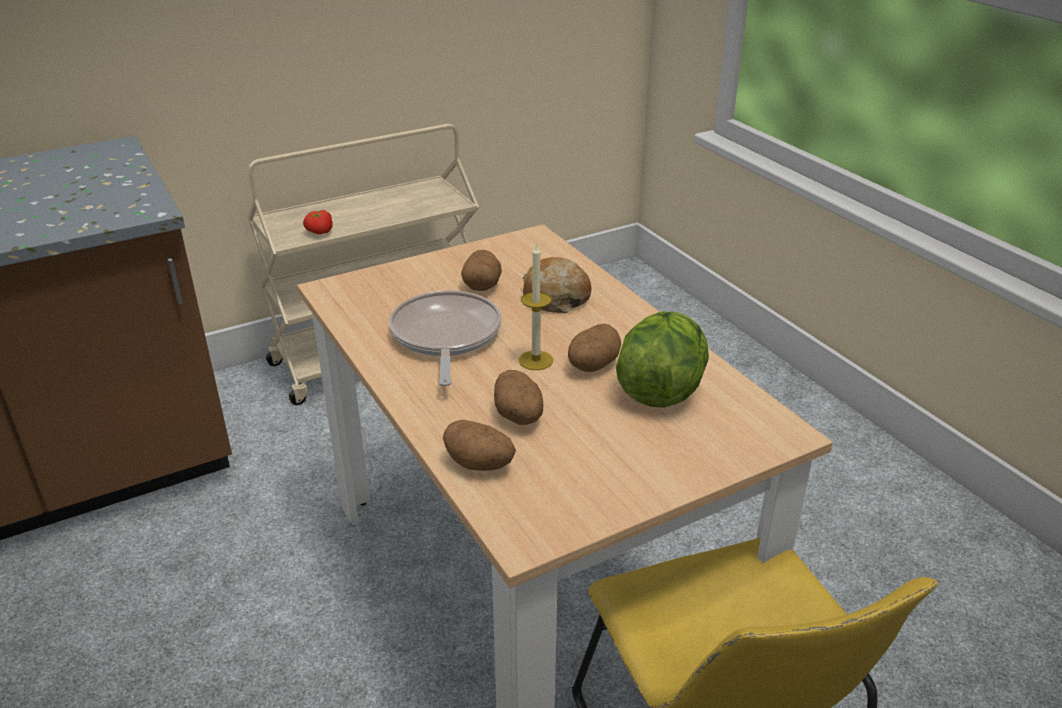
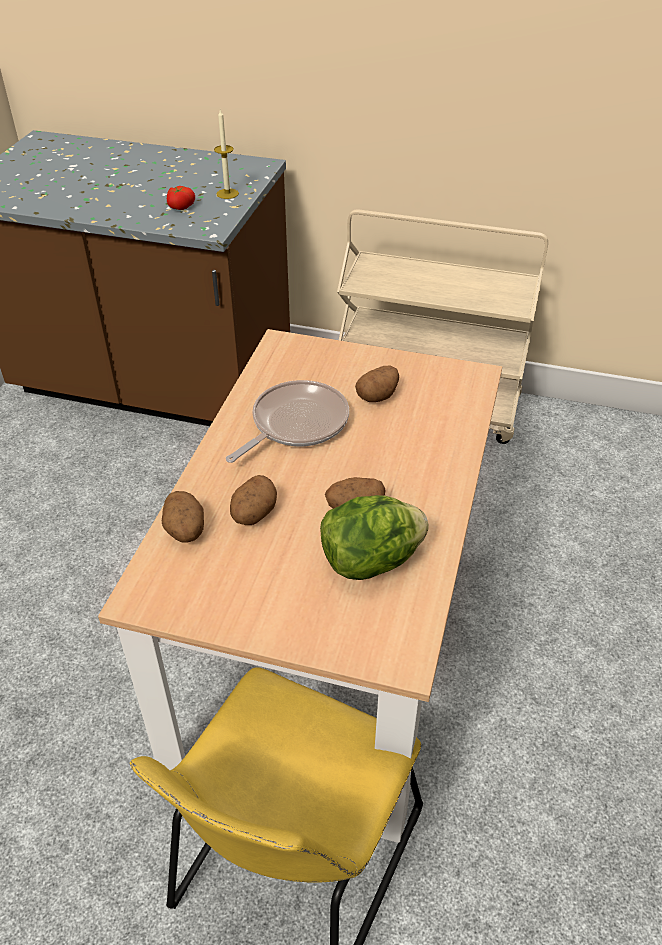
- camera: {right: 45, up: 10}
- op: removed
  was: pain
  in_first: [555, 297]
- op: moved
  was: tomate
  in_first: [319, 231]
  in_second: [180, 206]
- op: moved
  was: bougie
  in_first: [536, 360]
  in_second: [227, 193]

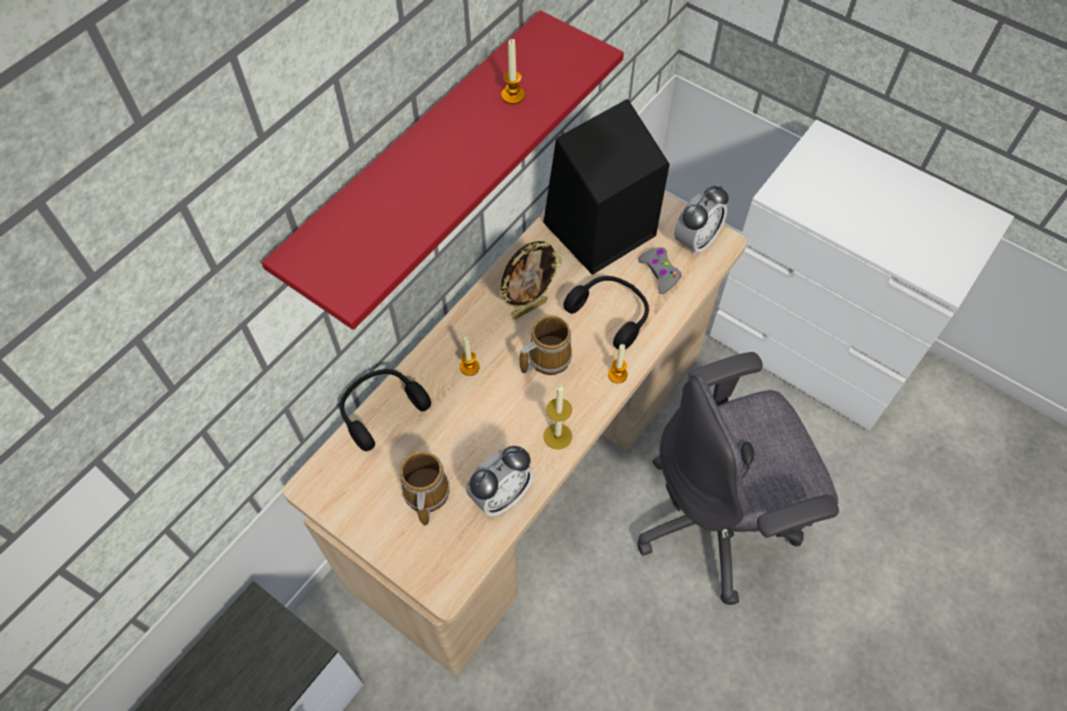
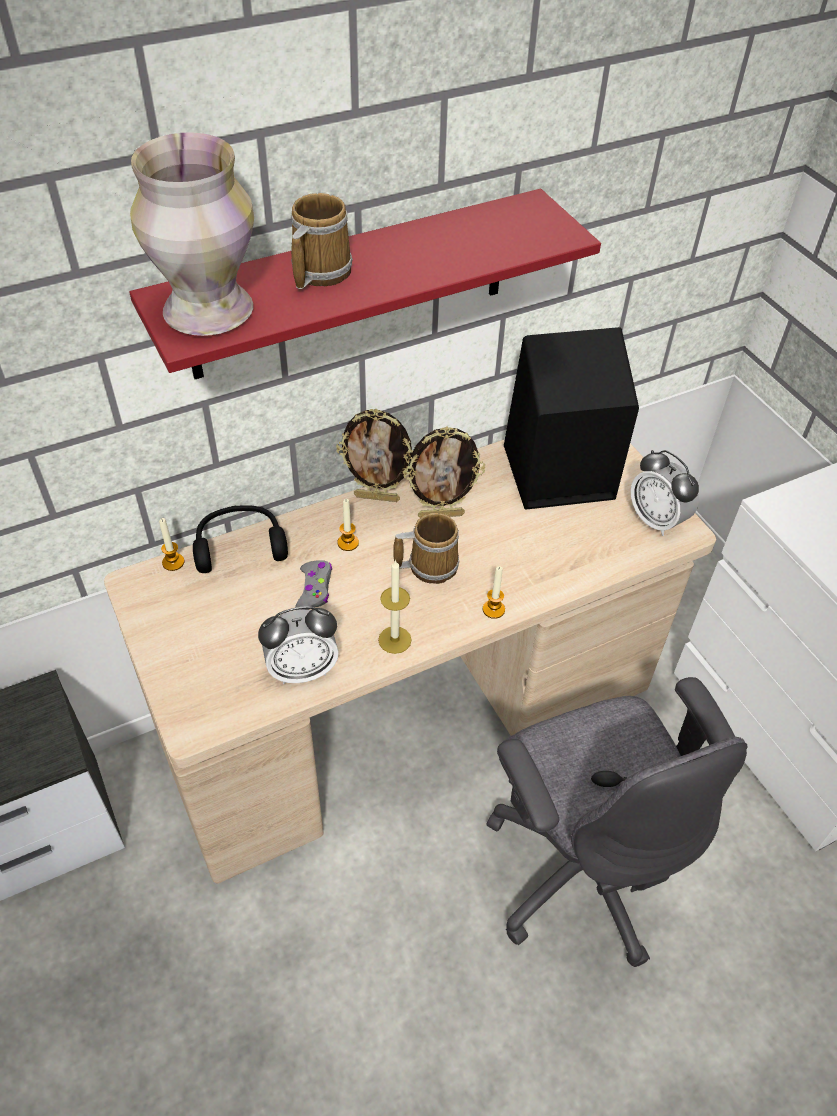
- camera: {right: 25, up: -10}
- op: removed
  was: casque audio/noir
  in_first: [611, 314]
- op: added
  now: vase
  in_second: [206, 312]
- op: added
  now: cadre photo
  in_second: [377, 497]
- op: moved
  was: mug
  in_first: [424, 495]
  in_second: [318, 272]
- op: moved
  was: bougie
  in_first: [513, 95]
  in_second: [173, 562]
- op: moved
  was: manette/gris
  in_first: [659, 273]
  in_second: [314, 590]
- op: turned
  was: chaise de bureau/gris
  in_first: [717, 521]
  in_second: [582, 866]
  clockwise: -120
- op: turned
  was: réveil
  in_first: [696, 241]
  in_second: [656, 520]
  clockwise: 75

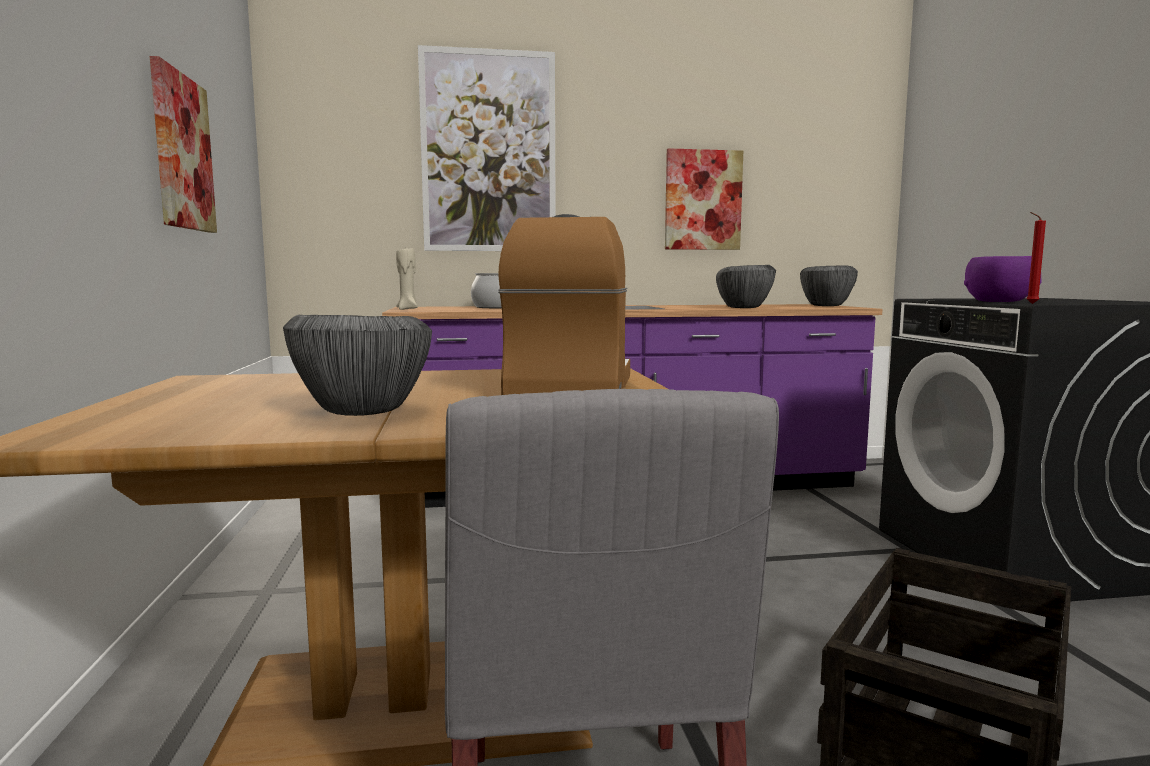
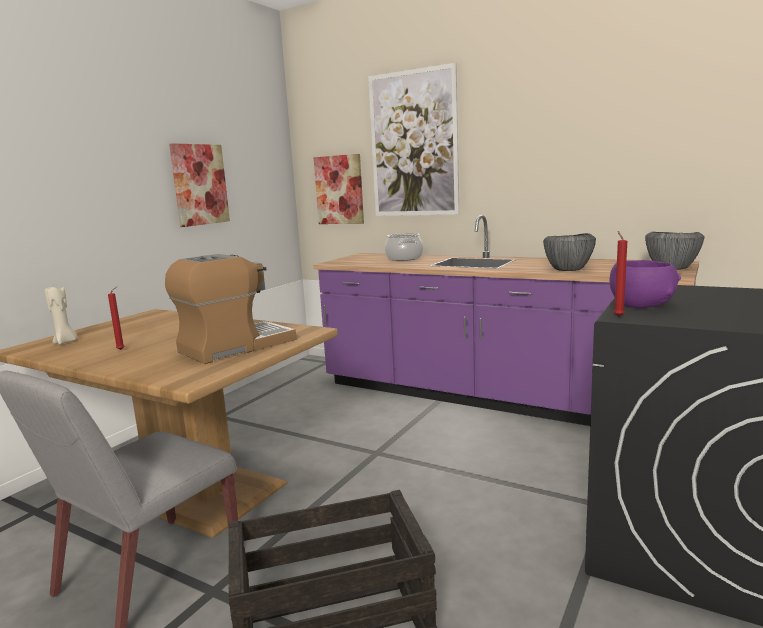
- camera: {right: 40, up: 5}
- op: moved
  was: bougie/beige
  in_first: [408, 309]
  in_second: [65, 342]
- op: moved
  was: tableau
  in_first: [703, 200]
  in_second: [339, 190]
- op: replaced
  was: bol
  now: bougie/rouge
  in_first: [362, 411]
  in_second: [122, 349]

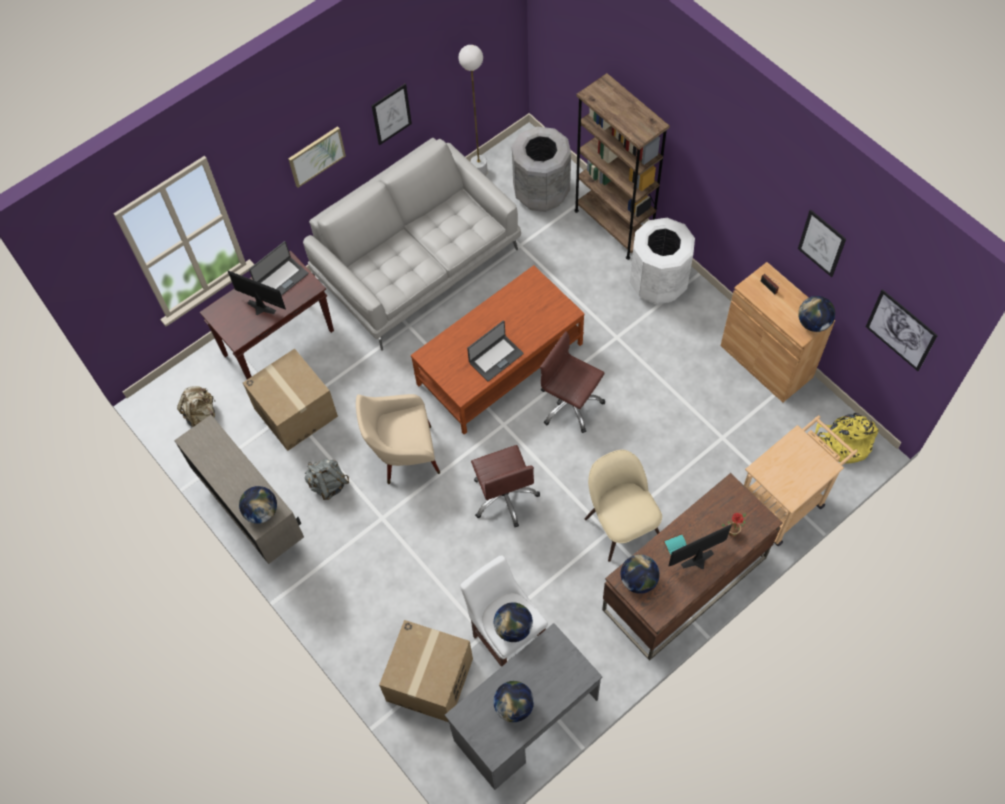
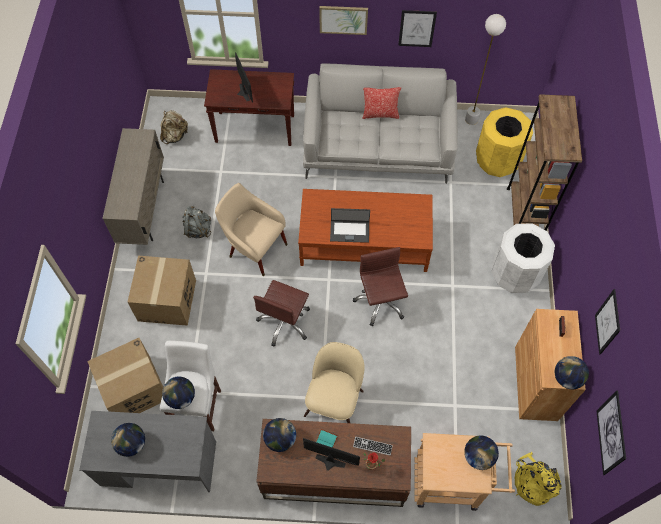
- camera: {right: 40, up: 0}
- op: removed
  was: ordinateur portable
  in_first: [281, 279]
- op: added
  now: clavier
  in_second: [372, 446]
- op: added
  now: coussin
  in_second: [380, 114]
- op: moved
  was: globe
  in_first: [261, 512]
  in_second: [478, 456]
- op: moved
  was: carton
  in_first: [296, 412]
  in_second: [167, 300]
- op: recoloured
  was: poubelle/gris
  now: poubelle/jaune
  in_first: [541, 192]
  in_second: [497, 160]

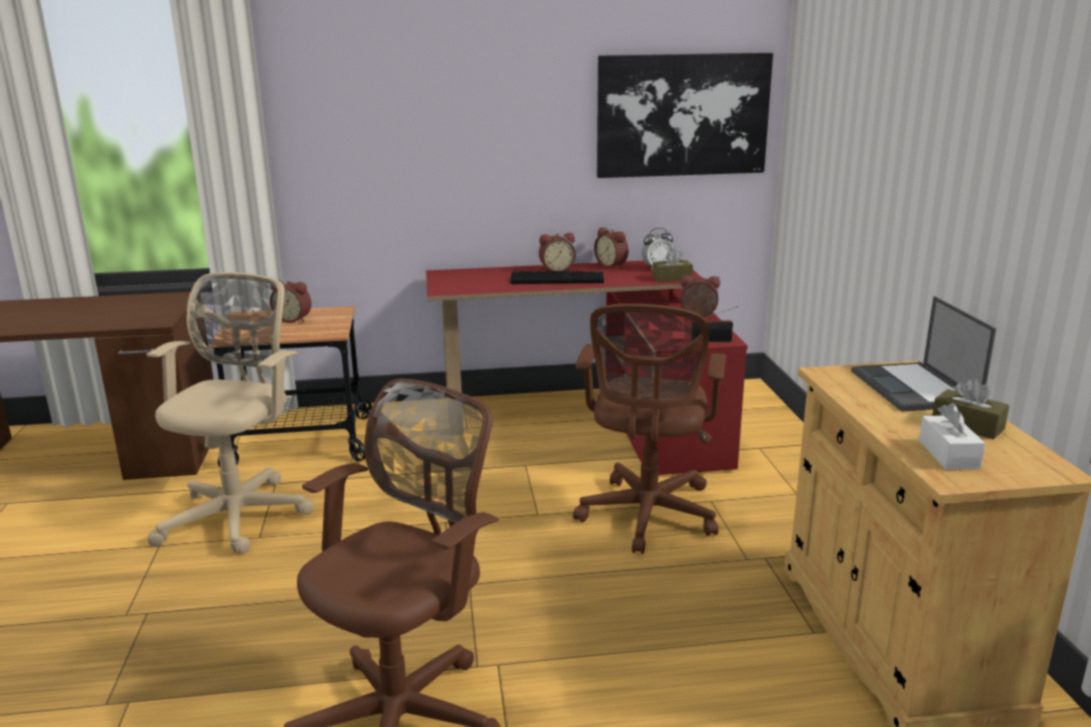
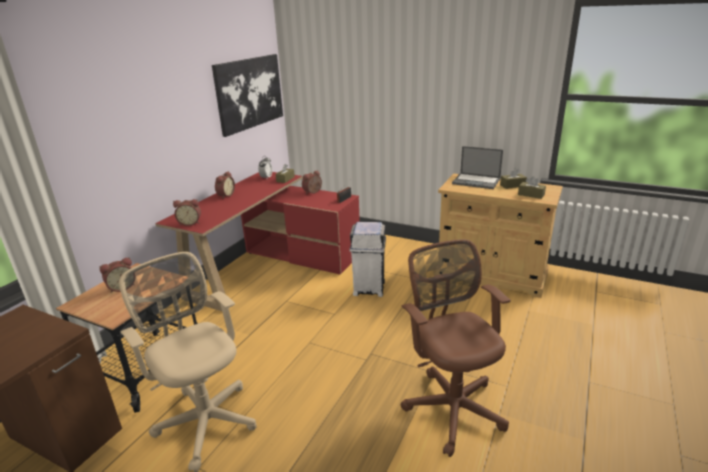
- camera: {right: -55, up: 5}
- op: removed
  was: clavier
  in_first: [558, 279]
- op: moved
  was: réveil
  in_first: [612, 265]
  in_second: [190, 223]
- op: replaced
  was: chaise de bureau/marron
  now: poubelle/blanc
  in_first: [647, 517]
  in_second: [369, 288]
- op: recoloured
  was: boîte à mouchoirs/blanc
  now: boîte à mouchoirs/marron
  in_first: [948, 454]
  in_second: [531, 194]

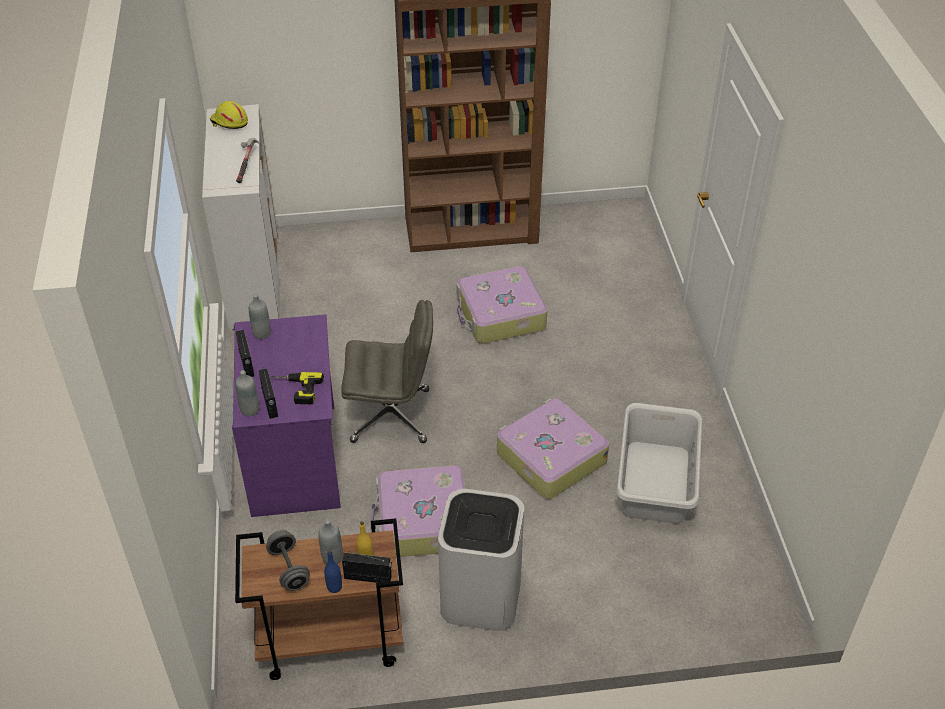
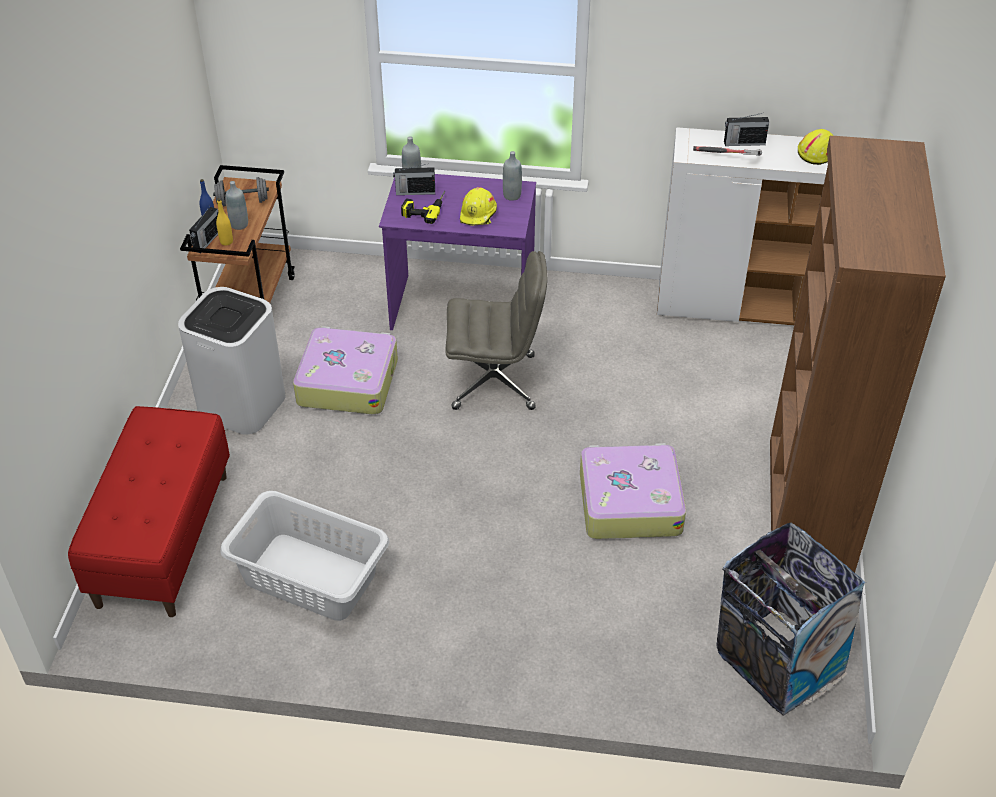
- camera: {right: 105, up: 0}
- op: removed
  was: valise
  in_first: [550, 457]
- op: added
  now: banc/rouge
  in_second: [163, 538]
- op: added
  now: casque de chantier/jaune
  in_second: [478, 214]
- op: added
  now: poubelle
  in_second: [776, 661]
- op: moved
  was: radio
  in_first: [246, 364]
  in_second: [743, 143]
- op: turned
  was: chaise de bureau/gris
  in_first: [391, 415]
  in_second: [495, 382]
  clockwise: -105

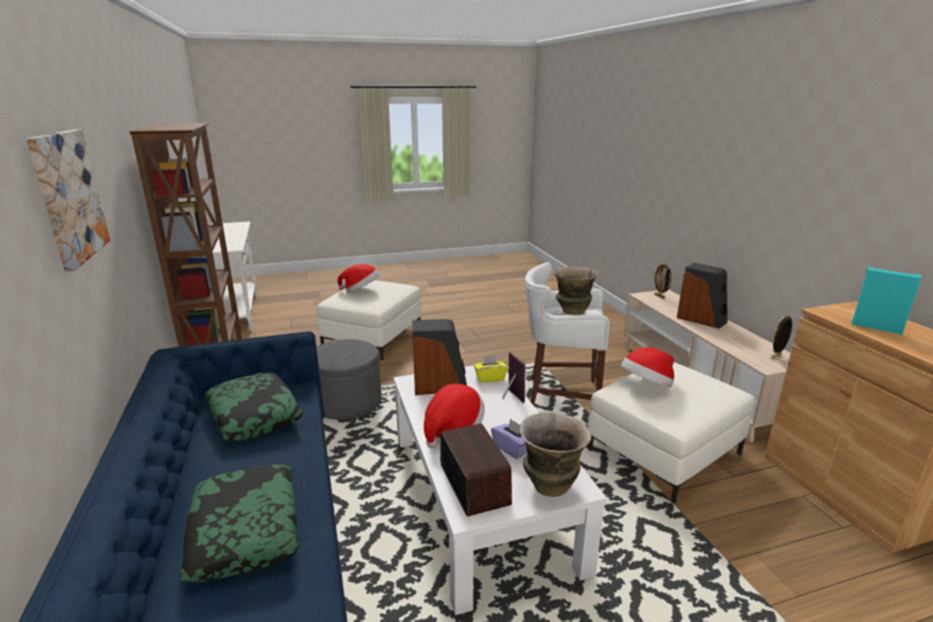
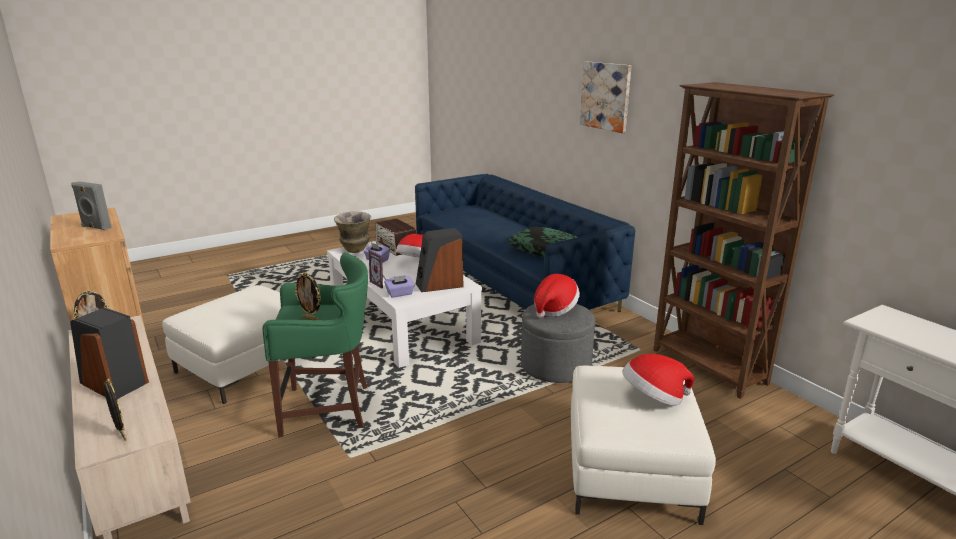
- camera: {right: 165, up: 0}
- op: removed
  was: coussin
  in_first: [245, 530]
- op: moved
  was: chapeau
  in_first: [646, 386]
  in_second: [554, 309]
- op: replaced
  was: vase
  now: cadre photo
  in_first: [572, 311]
  in_second: [311, 319]
- op: recoloured
  was: boîte à mouchoirs/jaune
  now: boîte à mouchoirs/violet
  in_first: [490, 378]
  in_second: [400, 294]
- op: recoloured
  was: tabouret/blanc
  now: tabouret/vert
  in_first: [560, 394]
  in_second: [329, 408]
- op: recoloured
  was: enceinte/turquoise
  now: enceinte/gris
  in_first: [876, 327]
  in_second: [95, 227]

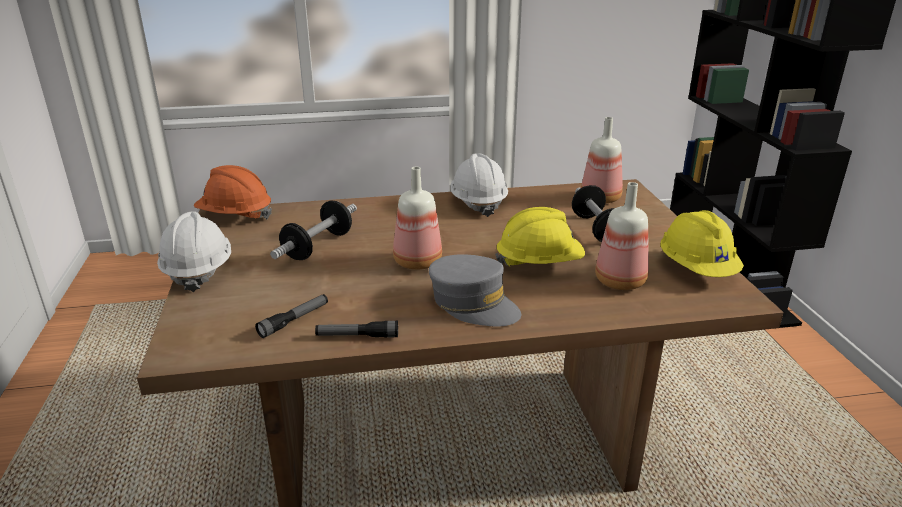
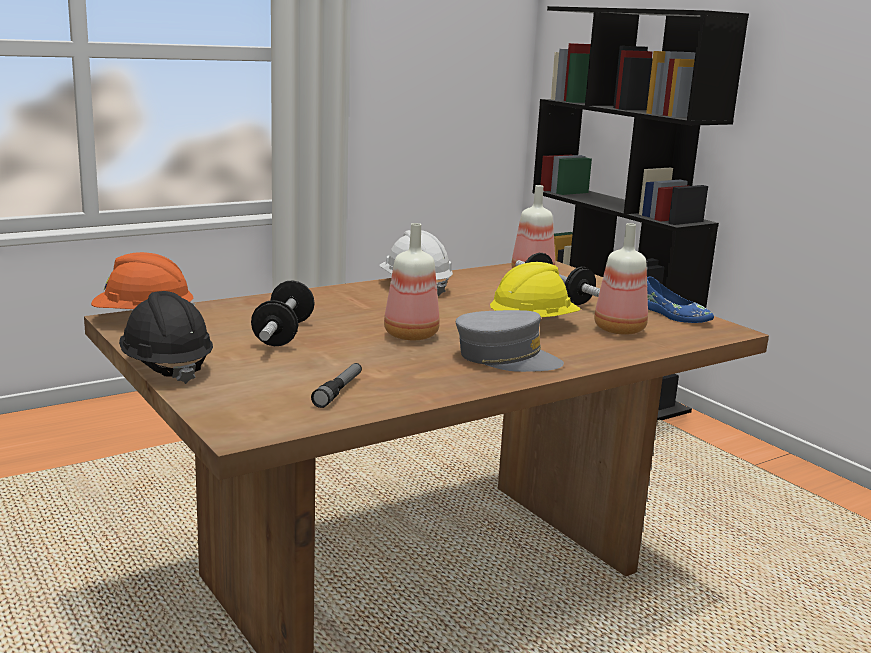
- camera: {right: -25, up: -10}
- op: removed
  was: lampe de poche
  in_first: [357, 336]
- op: replaced
  was: casque de chantier/jaune
  now: chaussure/bleu
  in_first: [696, 269]
  in_second: [673, 315]
- op: recoloured
  was: casque de chantier/blanc
  now: casque de chantier/noir
  in_first: [198, 271]
  in_second: [166, 367]

